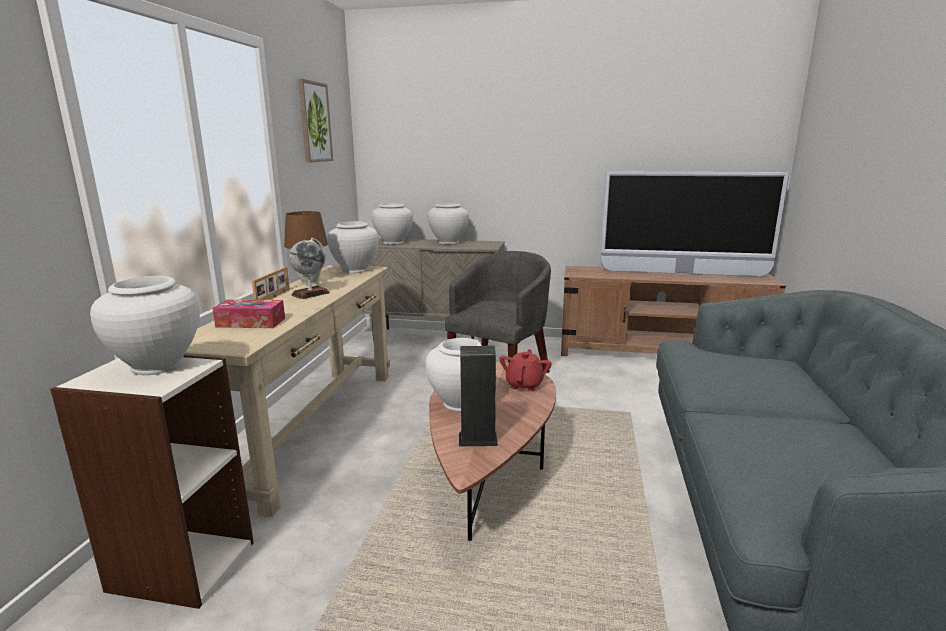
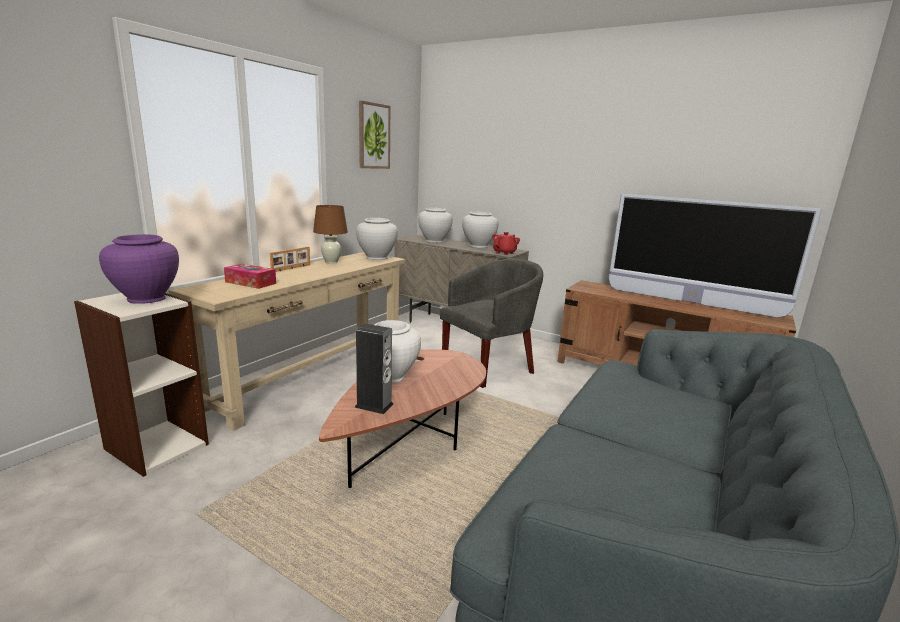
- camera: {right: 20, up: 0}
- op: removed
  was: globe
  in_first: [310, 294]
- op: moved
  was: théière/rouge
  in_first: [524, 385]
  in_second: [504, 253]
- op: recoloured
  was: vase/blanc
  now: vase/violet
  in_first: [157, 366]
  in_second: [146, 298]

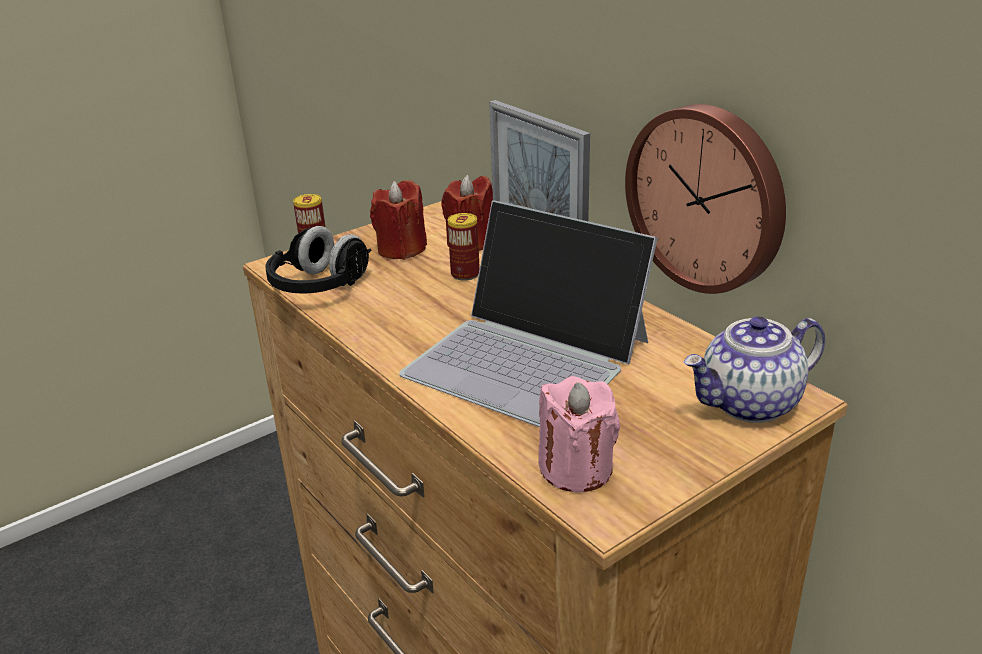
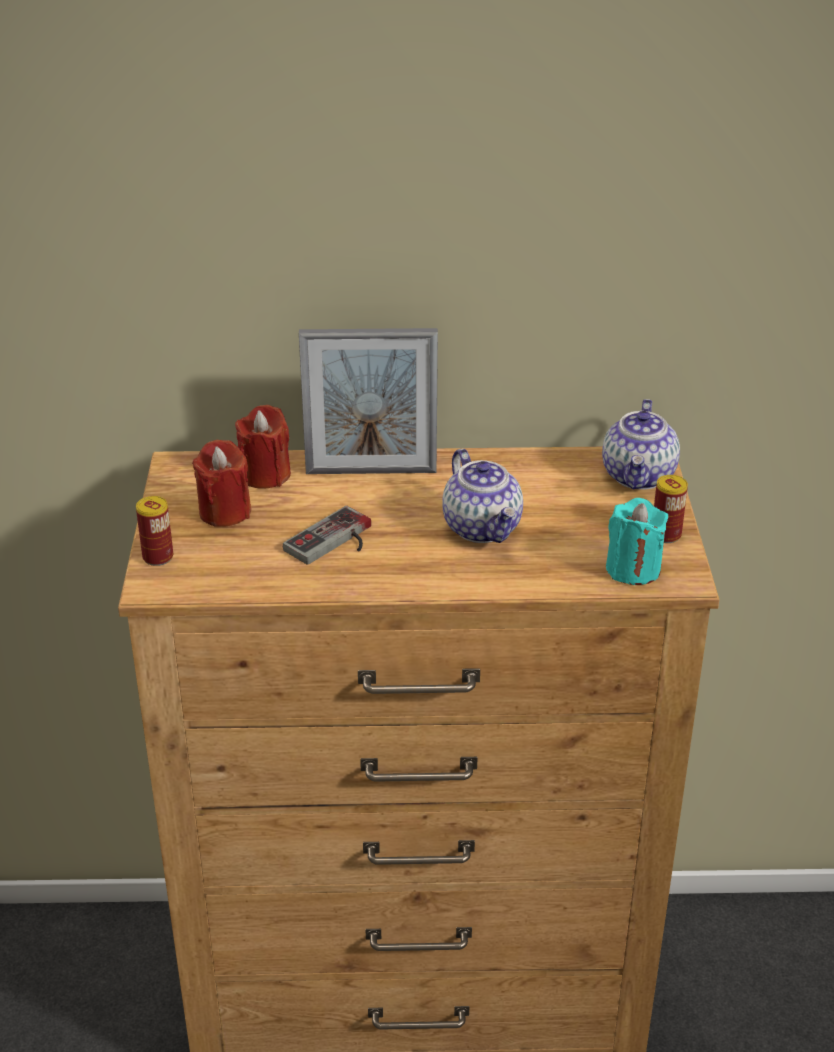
- camera: {right: -55, up: 5}
- op: removed
  was: casque audio/noir
  in_first: [320, 287]
- op: removed
  was: horloge murale
  in_first: [708, 197]
- op: added
  now: manette
  in_second: [335, 542]
- op: moved
  was: boîte métallique
  in_first: [465, 274]
  in_second: [666, 535]
- op: replaced
  was: ordinateur portable
  now: théière
  in_first: [529, 357]
  in_second: [483, 528]
- op: recoloured
  was: bougie/rose
  now: bougie/turquoise
  in_first: [576, 469]
  in_second: [633, 569]

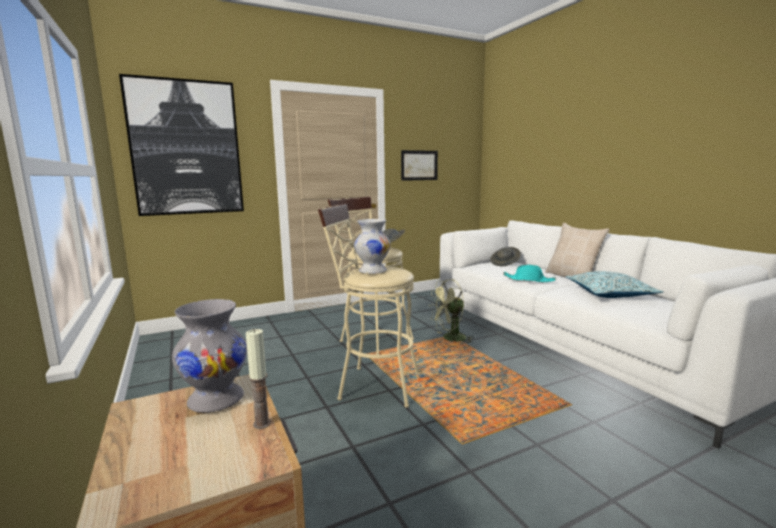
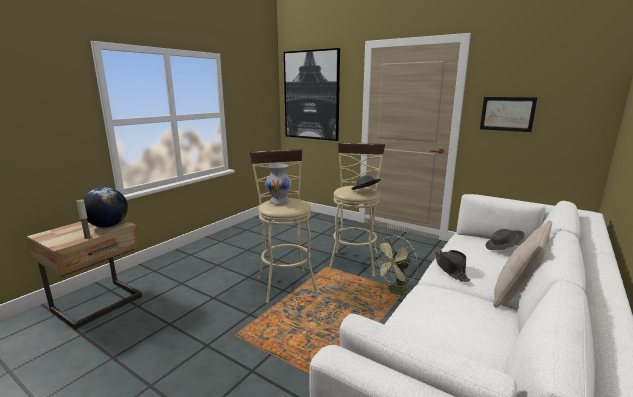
- camera: {right: 60, up: 5}
- op: removed
  was: coussin
  in_first: [609, 294]
- op: replaced
  was: vase/gris
  now: globe
  in_first: [215, 400]
  in_second: [108, 226]
- op: recoloured
  was: chapeau/turquoise
  now: chapeau/noir
  in_first: [529, 280]
  in_second: [450, 269]
- op: turned
  was: ventilateur/vert
  in_first: [450, 339]
  in_second: [396, 292]
  clockwise: -75

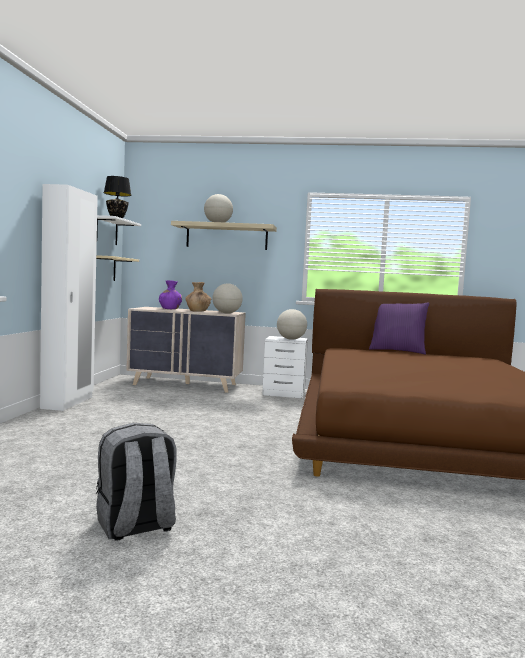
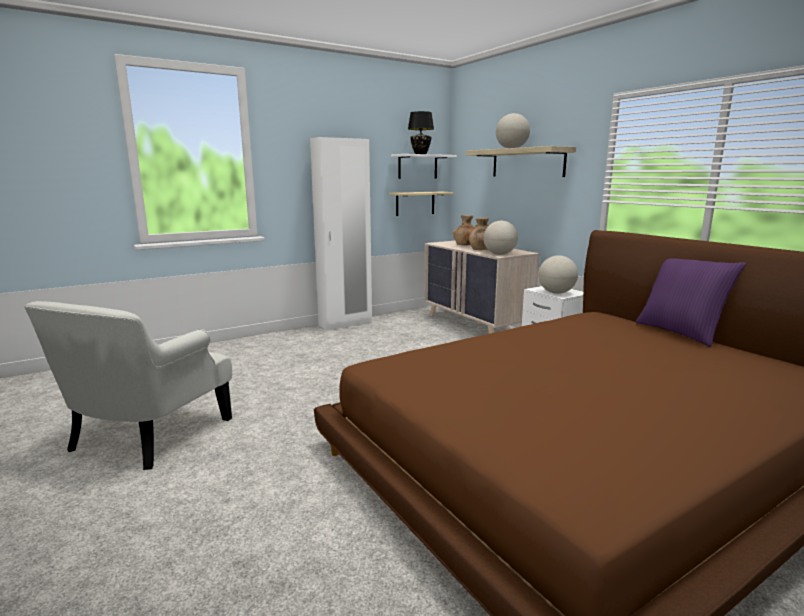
- camera: {right: 50, up: 10}
- op: replaced
  was: sac à dos/gris
  now: fauteuil/blanc
  in_first: [135, 526]
  in_second: [147, 435]
- op: recoloured
  was: vase/violet
  now: vase/marron
  in_first: [170, 309]
  in_second: [465, 245]

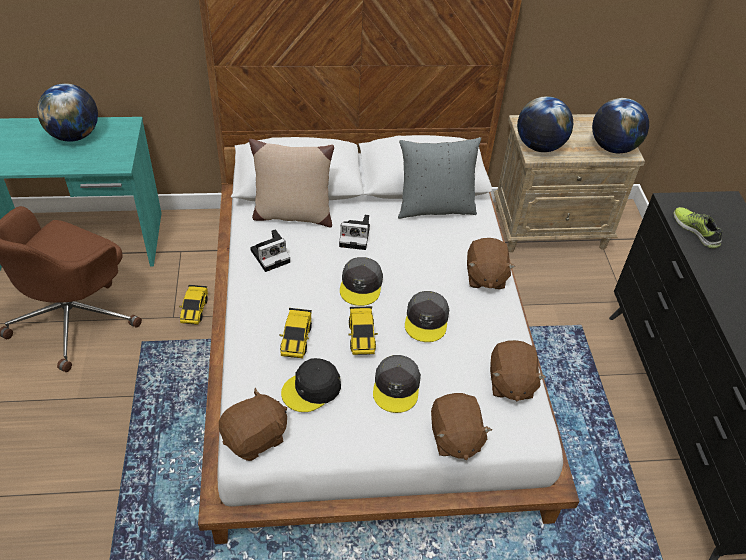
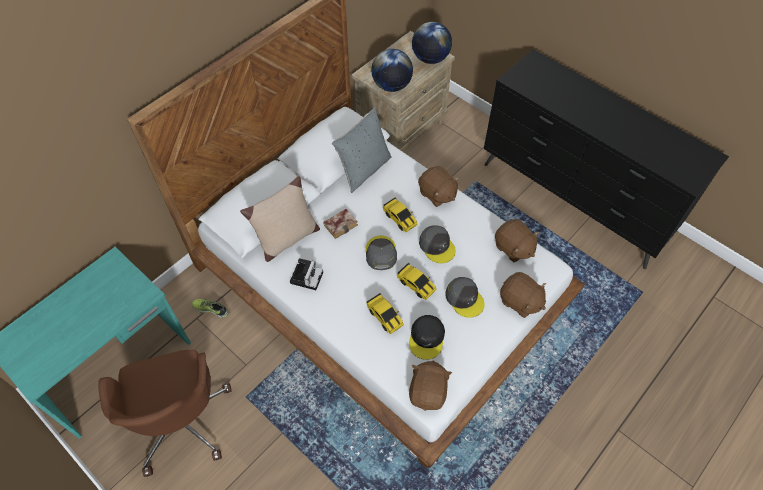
- camera: {right: -40, up: 10}
- op: removed
  was: globe
  in_first: [74, 135]
- op: moved
  was: petite voiture
  in_first: [194, 309]
  in_second: [399, 218]
- op: moved
  was: chaussure
  in_first: [696, 231]
  in_second: [211, 309]
- op: replaced
  was: appareil photo
  now: livre
  in_first: [356, 236]
  in_second: [341, 224]
- op: turned
  was: casquette/gris
  in_first: [361, 285]
  in_second: [380, 253]
  clockwise: -150

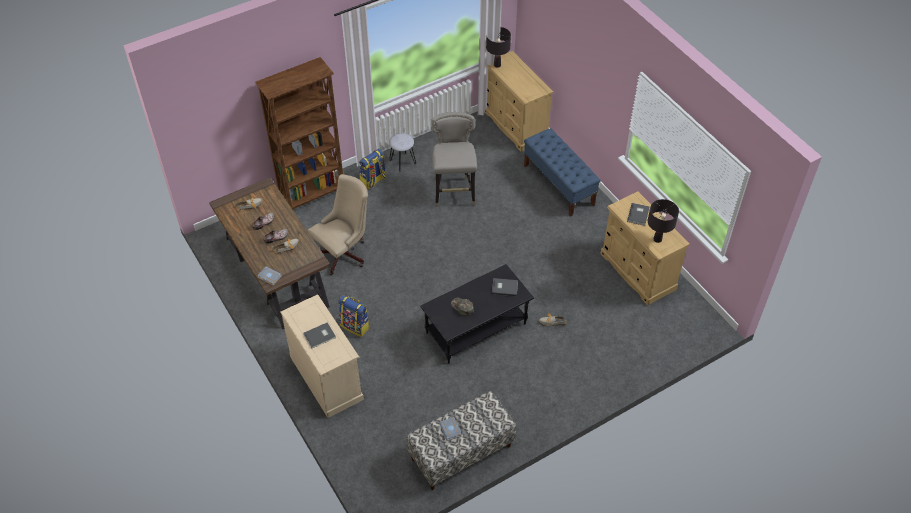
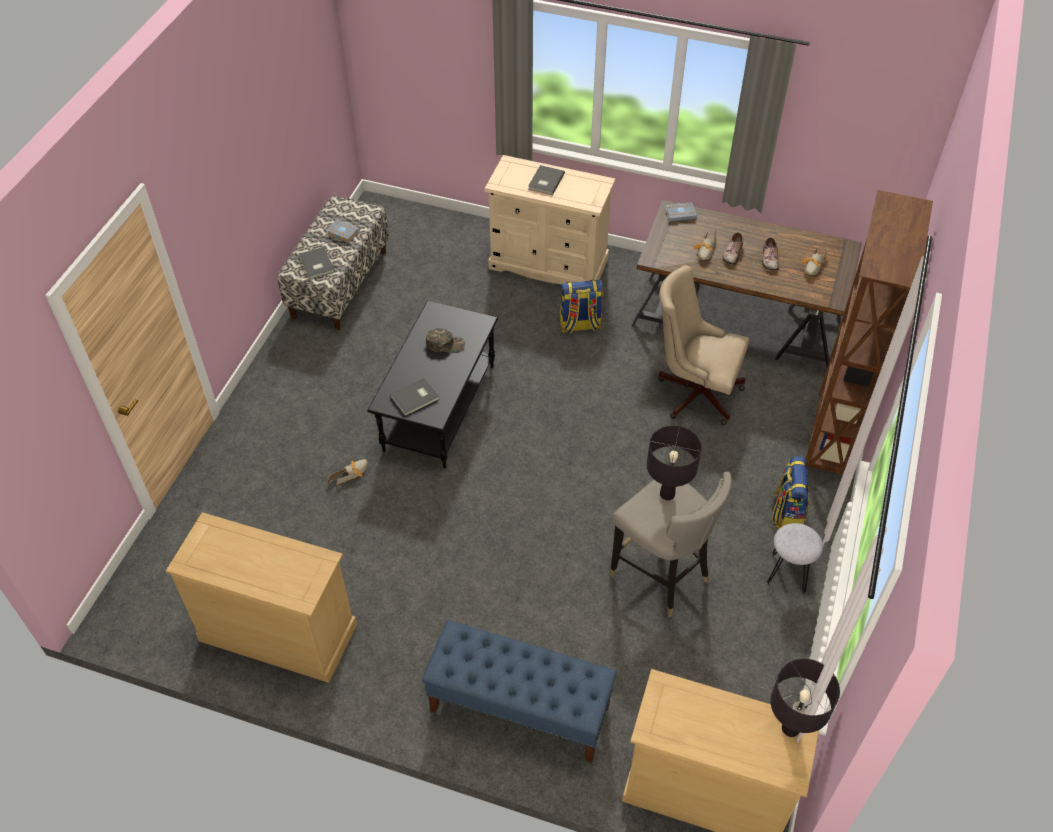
- camera: {right: 140, up: 0}
- op: moved
  was: livre/gris
  in_first: [639, 214]
  in_second: [316, 265]
- op: moved
  was: lampe de table/noir
  in_first: [657, 239]
  in_second: [667, 494]
- op: turned
  was: chaise de bureau/beige
  in_first: [344, 253]
  in_second: [694, 391]
  clockwise: 105

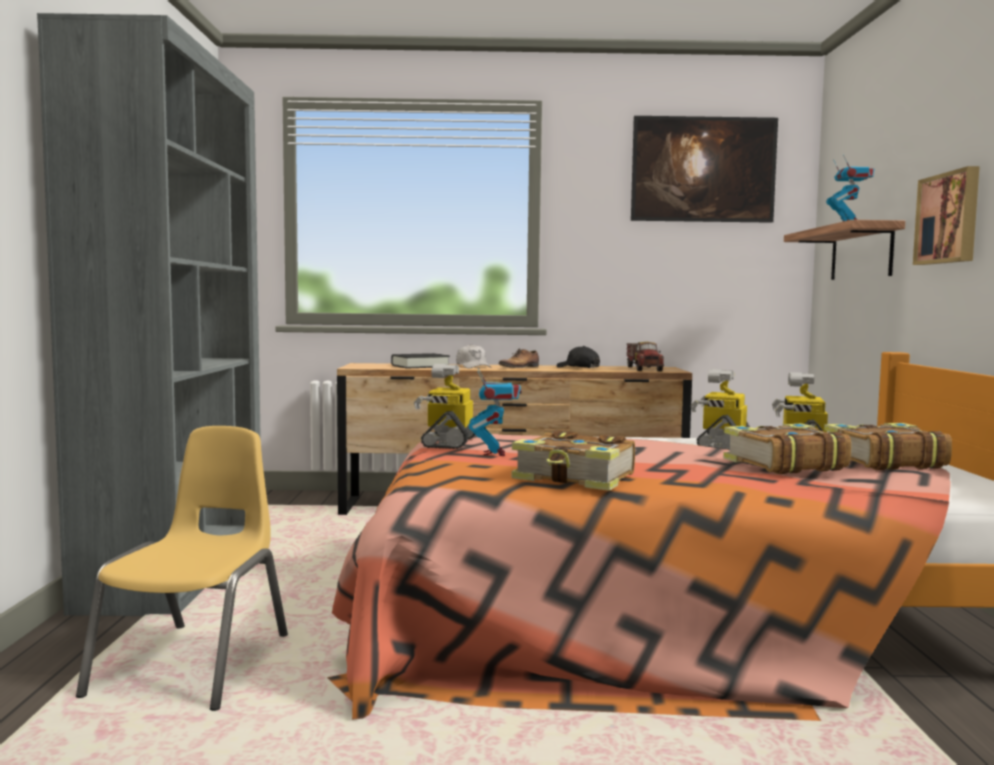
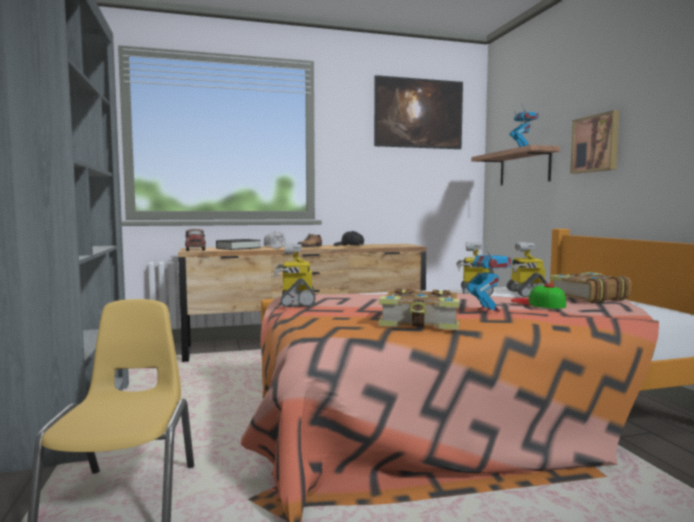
- camera: {right: -15, up: 0}
- op: moved
  was: robot jouet
  in_first: [494, 453]
  in_second: [488, 310]
- op: moved
  was: camion jouet
  in_first: [644, 369]
  in_second: [195, 249]
- op: replaced
  was: livre
  now: casquette
  in_first: [783, 464]
  in_second: [537, 303]

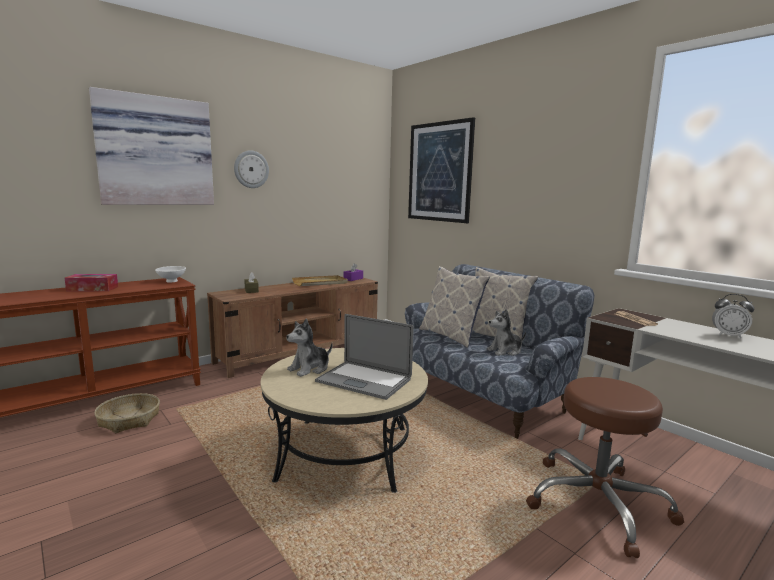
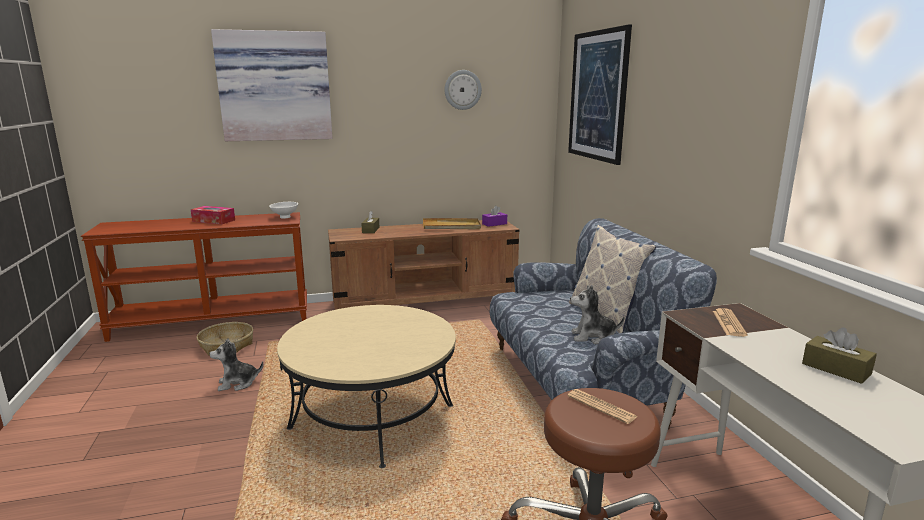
- camera: {right: 25, up: 5}
- op: removed
  was: ordinateur portable
  in_first: [364, 380]
- op: removed
  was: coussin
  in_first: [450, 336]
- op: added
  now: journal
  in_second: [601, 407]
- op: moved
  was: horloge murale
  in_first: [251, 169]
  in_second: [462, 90]
- op: moved
  was: peluche
  in_first: [310, 369]
  in_second: [237, 383]
- op: replaced
  was: réveil
  now: boîte à mouchoirs/marron
  in_first: [728, 335]
  in_second: [836, 369]

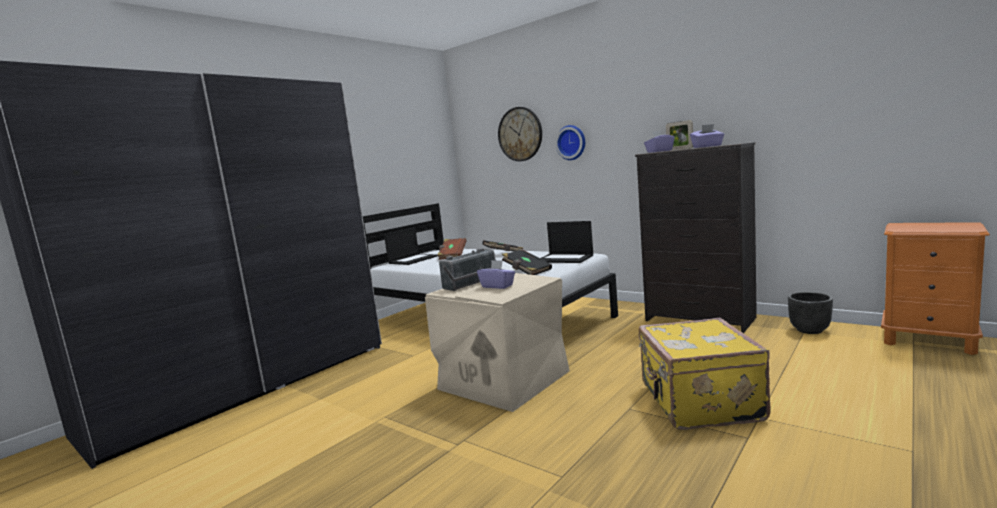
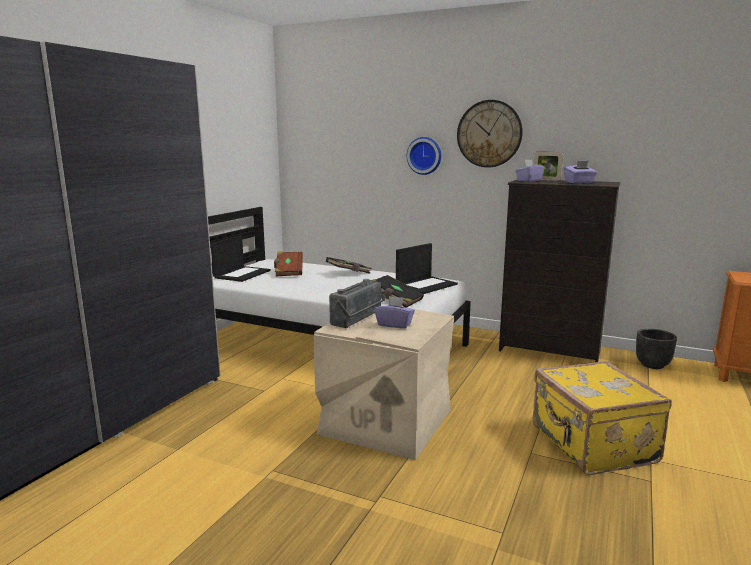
- camera: {right: -15, up: 5}
- op: moved
  was: horloge murale
  in_first: [520, 134]
  in_second: [489, 134]
- op: turned
  was: ordinateur portable
  in_first: [565, 258]
  in_second: [426, 285]
  clockwise: -60

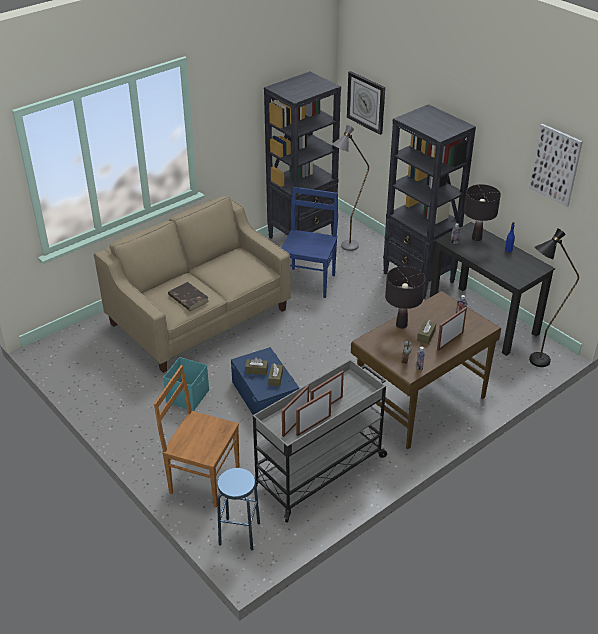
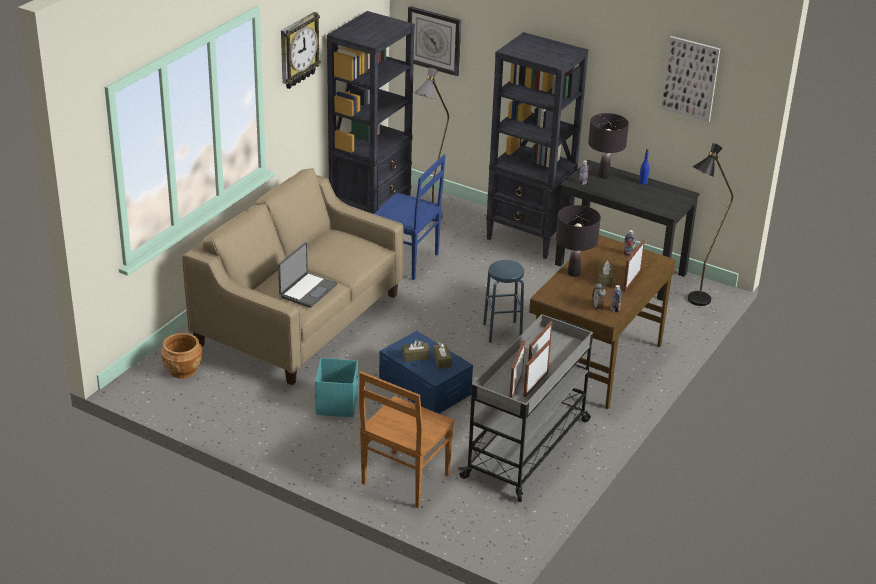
- camera: {right: -20, up: -5}
- op: added
  now: cache-pot/marron
  in_second: [183, 370]
- op: added
  now: horloge murale
  in_second: [298, 50]
- op: moved
  was: tabouret/bleu
  in_first: [239, 533]
  in_second: [502, 332]
- op: replaced
  was: livre/marron
  now: ordinateur portable
  in_first: [188, 298]
  in_second: [307, 290]
- op: turned
  was: chaise/marron
  in_first: [202, 478]
  in_second: [404, 480]
  clockwise: -60
- op: turned
  was: chaise/bleu
  in_first: [309, 282]
  in_second: [406, 261]
  clockwise: 120

